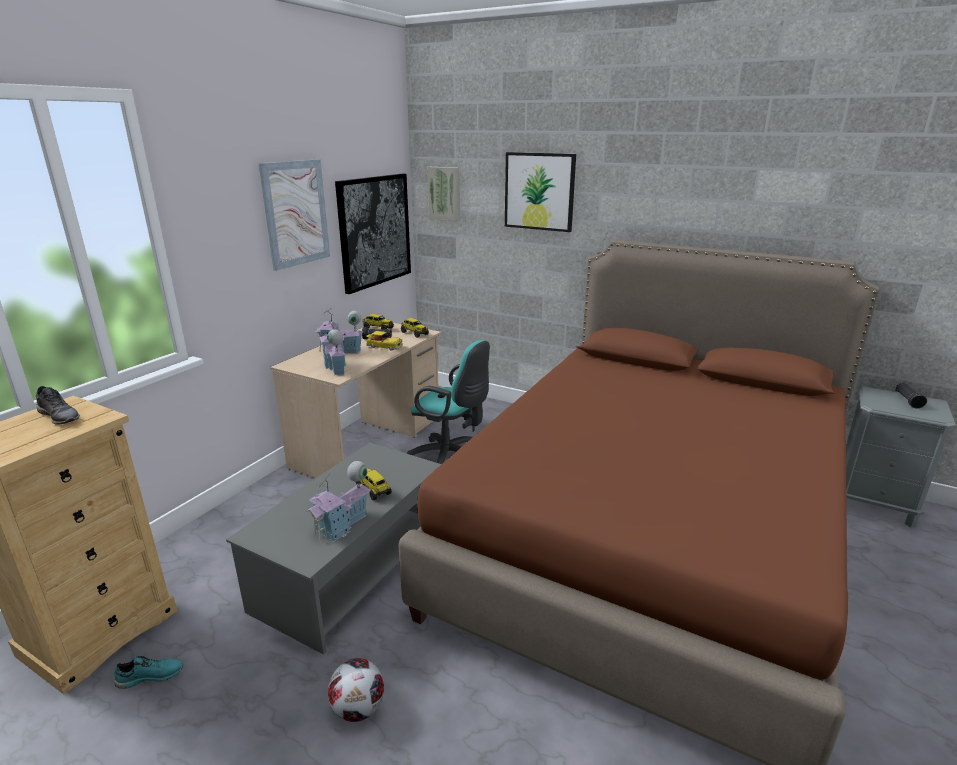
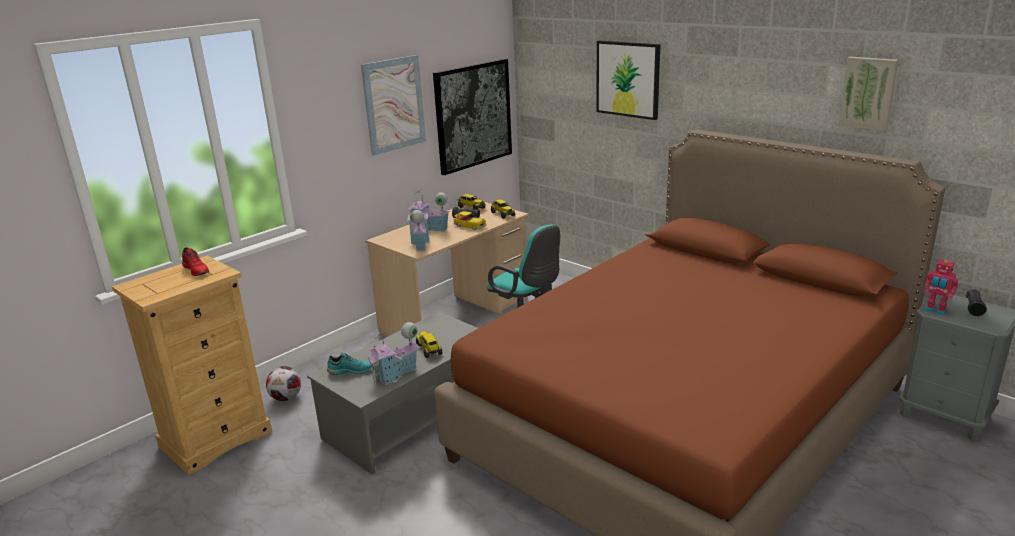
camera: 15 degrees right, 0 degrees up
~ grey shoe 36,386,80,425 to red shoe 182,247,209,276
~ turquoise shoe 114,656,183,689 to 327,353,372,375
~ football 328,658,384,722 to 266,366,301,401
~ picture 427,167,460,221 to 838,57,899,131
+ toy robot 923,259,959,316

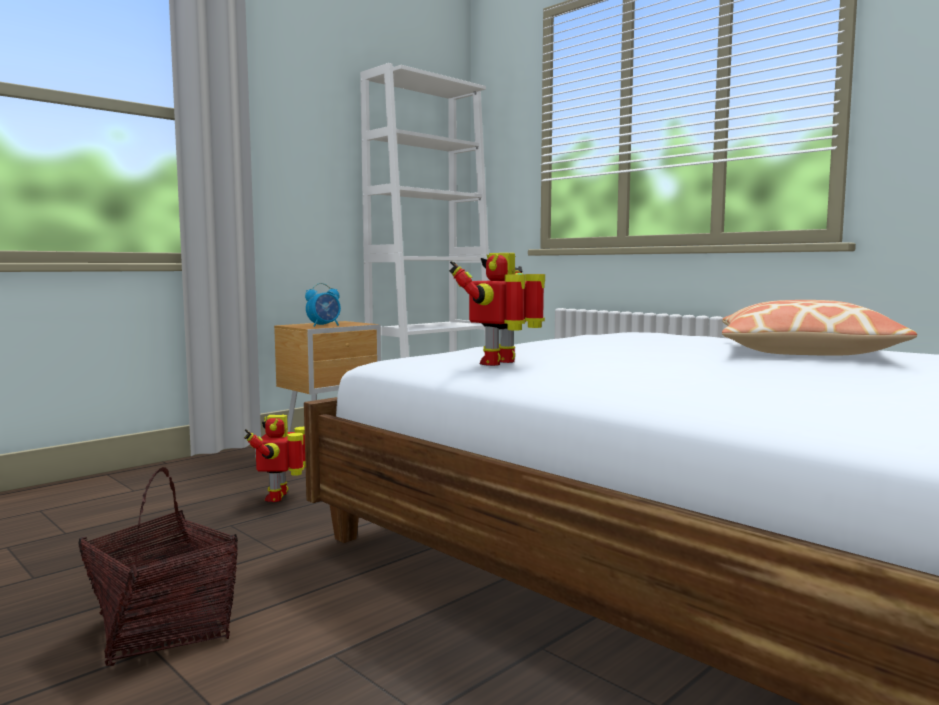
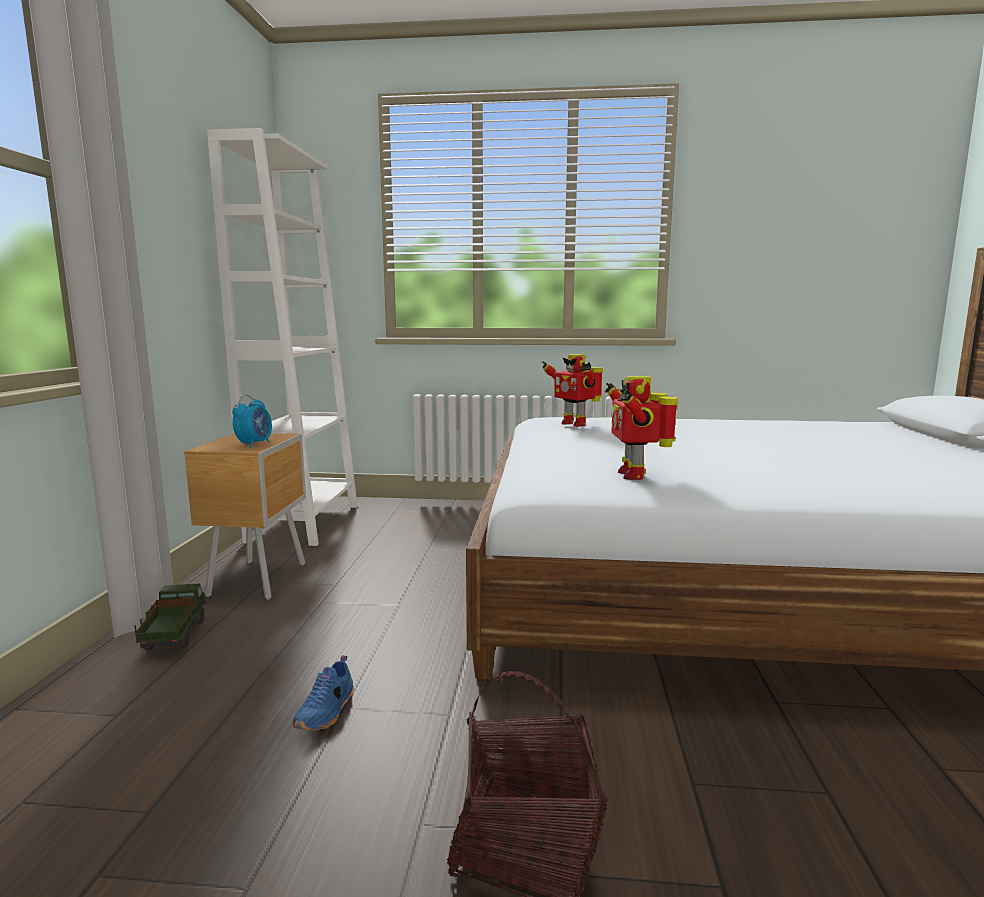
camera: 40 degrees left, 5 degrees up
~ toy robot 244,414,306,502 to 542,354,603,427
- pillow 722,300,917,356
+ toy truck 134,584,206,650
+ blue shoe 293,655,354,731

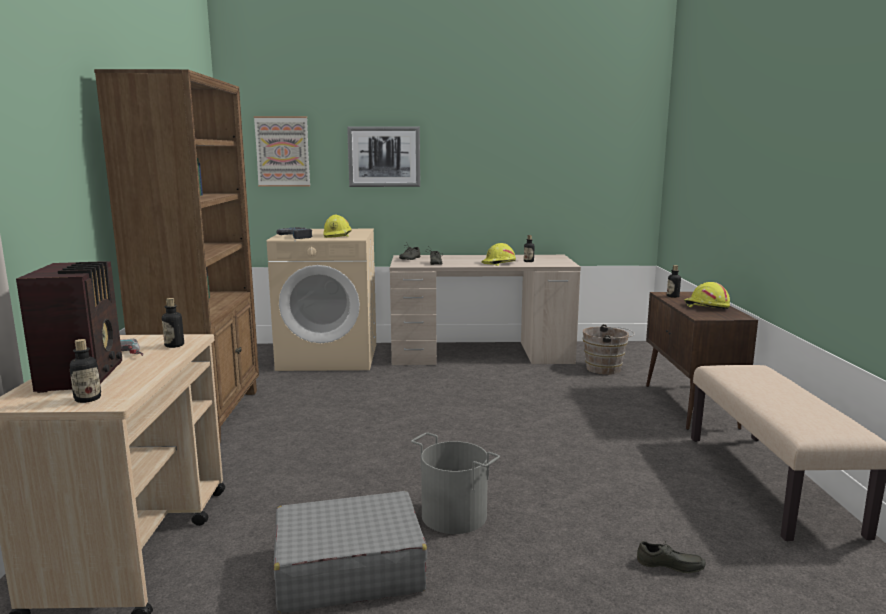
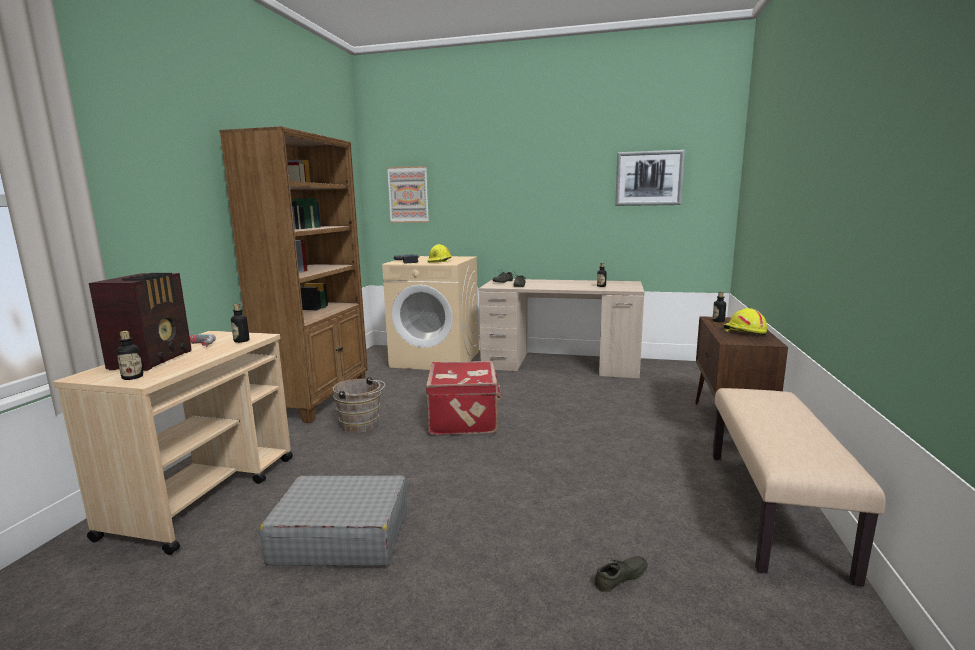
camera: 15 degrees right, 0 degrees up
~ picture 347,126,420,187 to 615,150,685,206
- grey bucket 411,432,500,534
- yellow hard hat 482,243,516,266
~ brown bucket 583,324,635,375 to 333,377,385,433
~ grey shoe 637,541,706,573 = 595,556,648,592 60 degrees counterclockwise
+ red suitcase 426,361,501,435

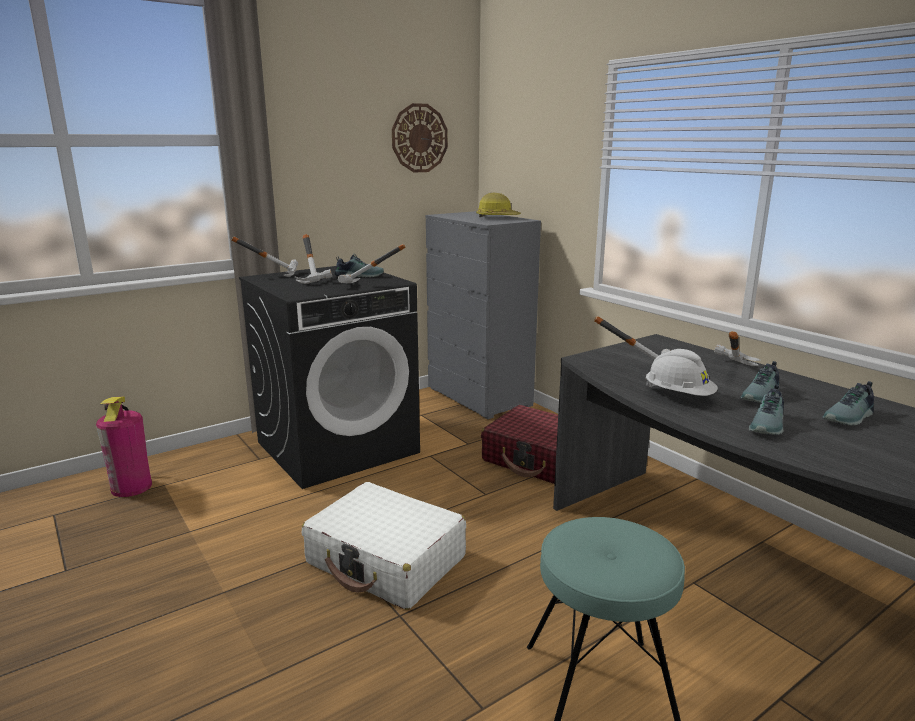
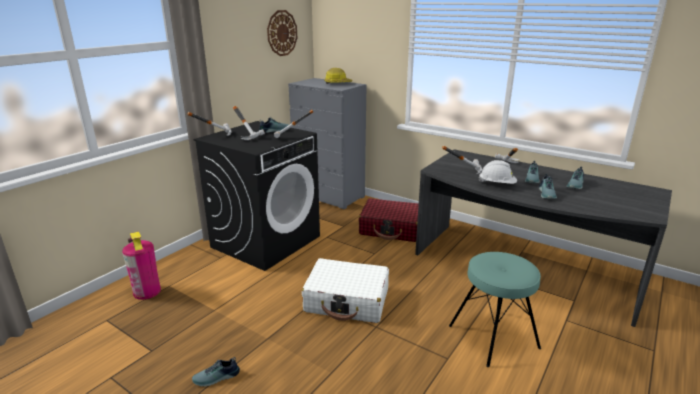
camera: 20 degrees left, 5 degrees up
+ shoe 192,357,240,387

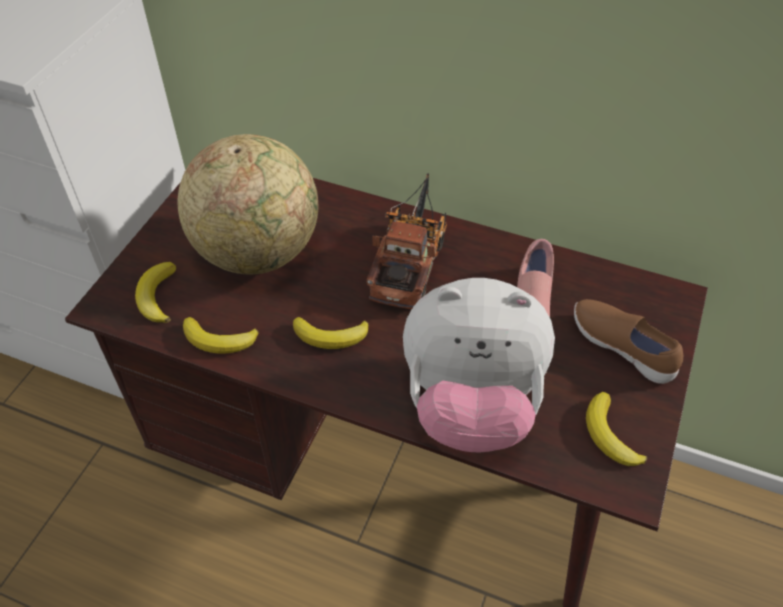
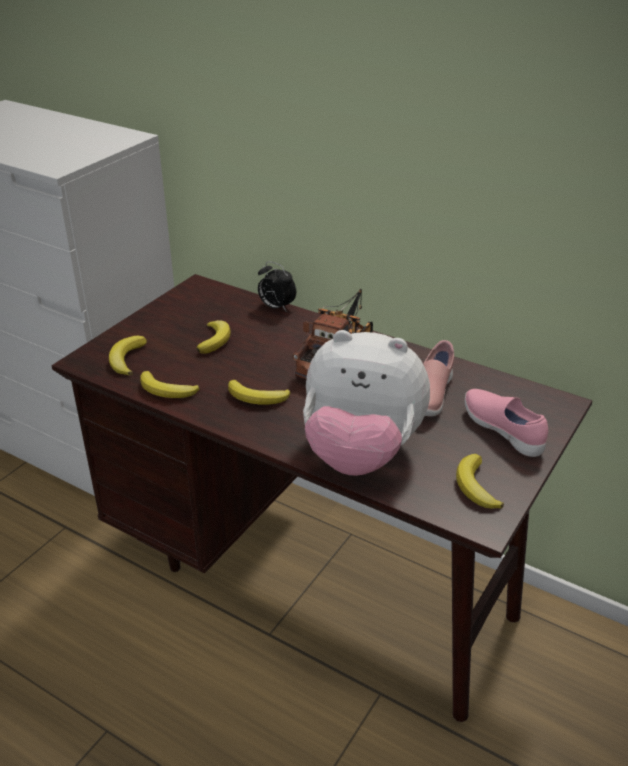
camera: 10 degrees right, 15 degrees down
~ globe 177,134,319,275 to banana 196,320,230,354
~ brown shoe 574,299,683,384 to pink shoe 465,389,548,457
+ alarm clock 258,261,296,312

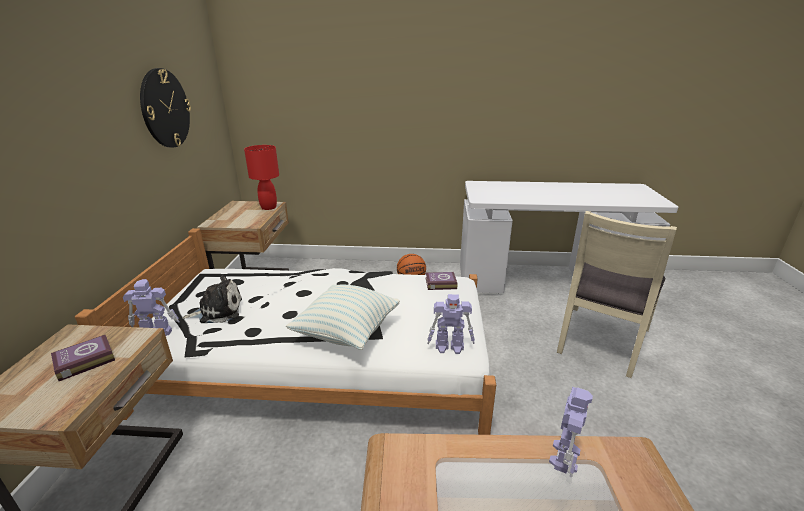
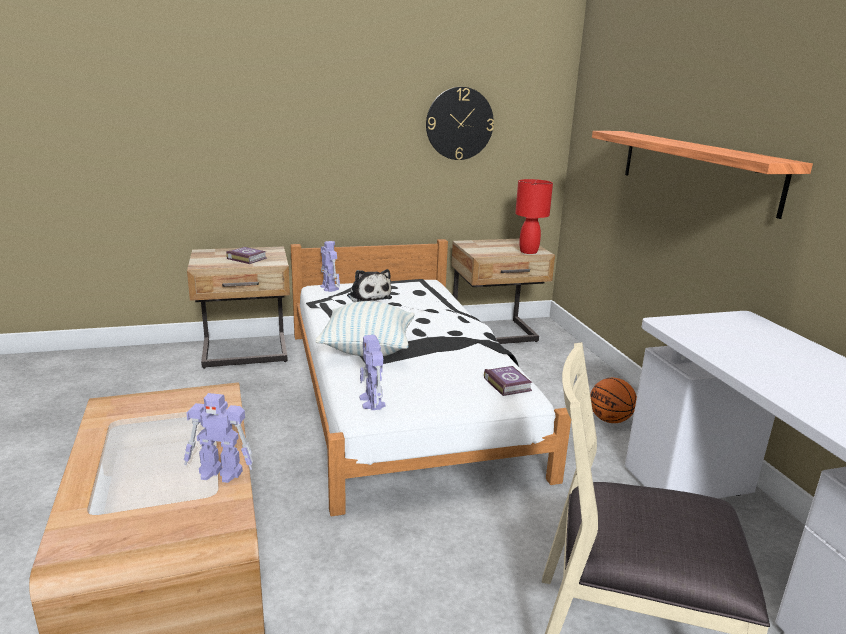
camera: 70 degrees right, 5 degrees down
+ shelf 592,131,813,219

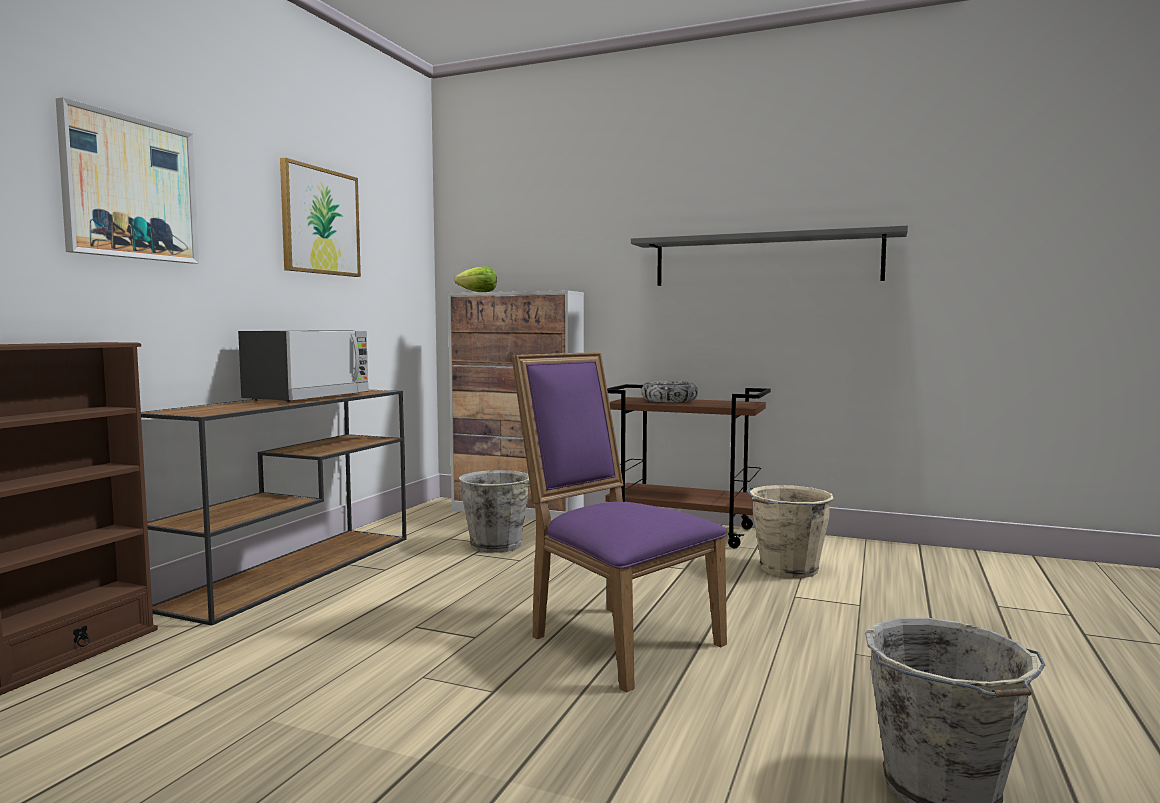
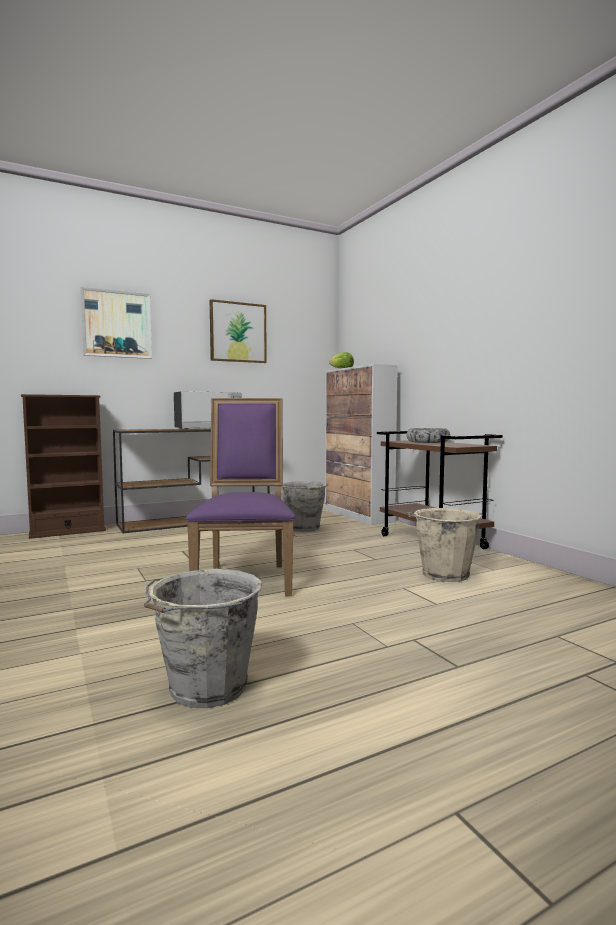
camera: 40 degrees right, 0 degrees up
- grey shelf 631,225,908,286

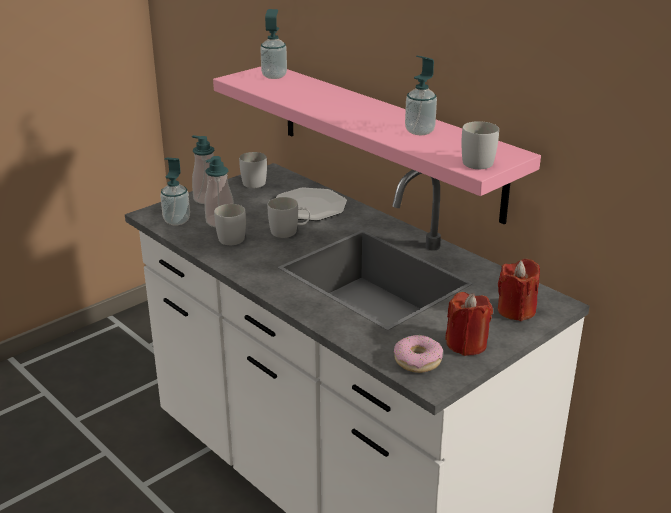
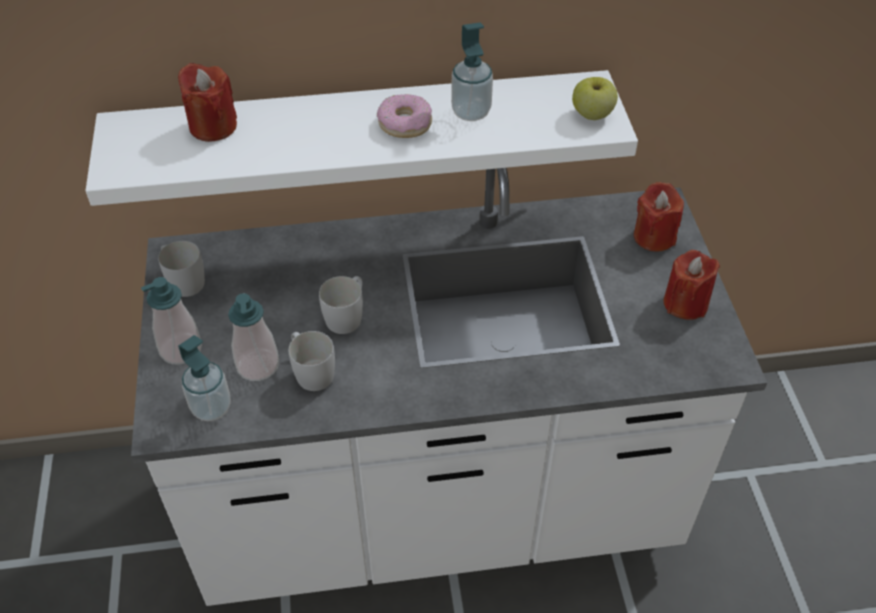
camera: 55 degrees left, 20 degrees up
~ pink shelf 213,67,541,225 to white shelf 85,70,638,206
- soap dispenser 260,9,287,79
- plate 276,187,347,221
~ donut 394,335,443,373 to 377,94,432,138
~ white mug 462,121,499,169 to apple 572,77,618,120
+ red candle 178,63,237,142

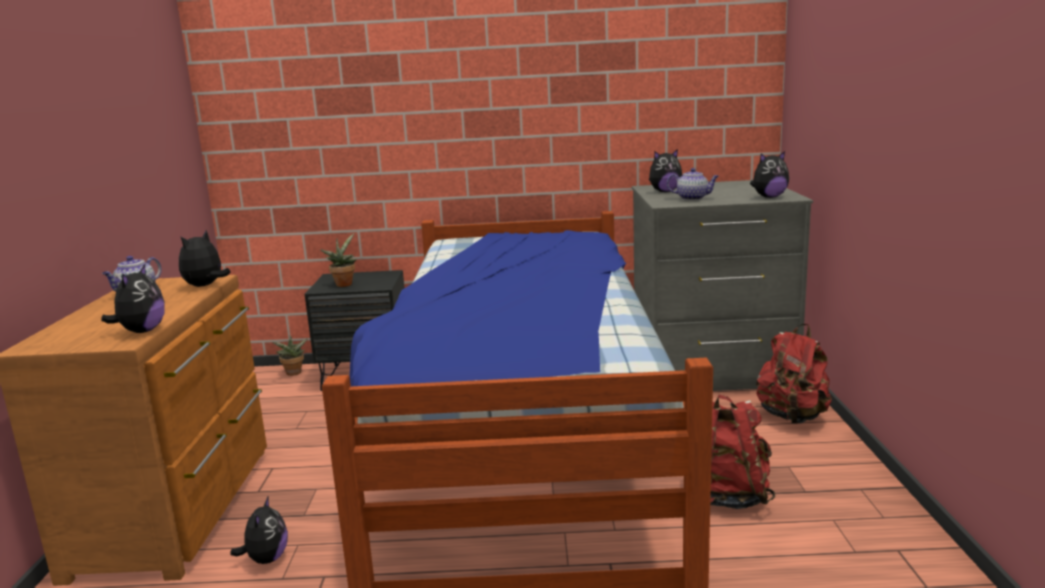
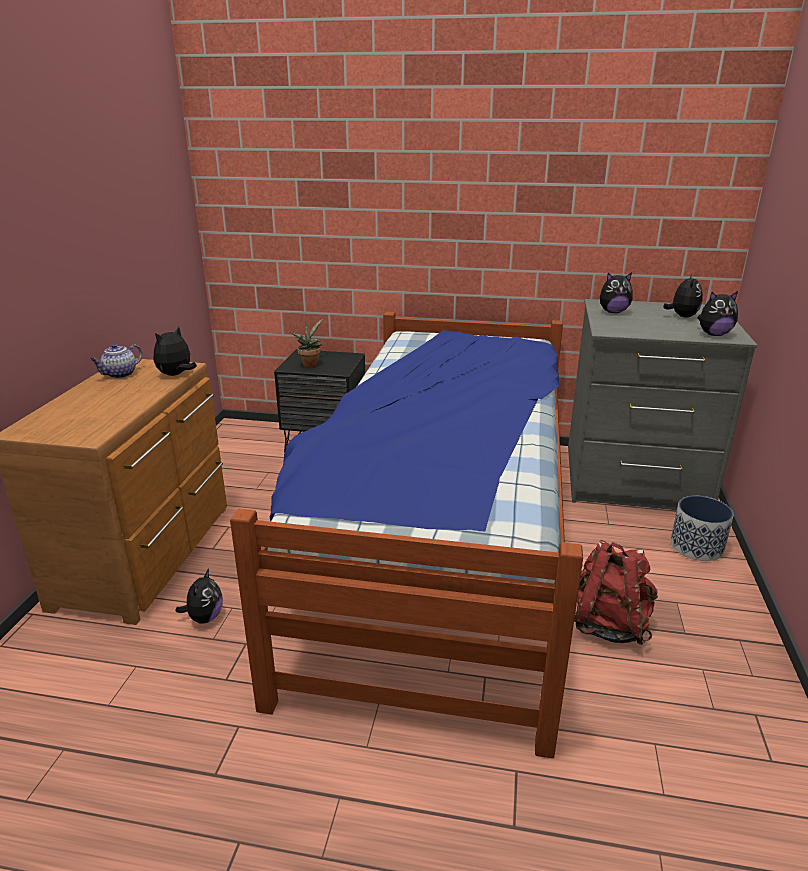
camera: 10 degrees right, 10 degrees up
~ plush toy 101,264,165,333 to 663,274,703,317
- potted plant 272,335,308,376
- teapot 667,168,719,200
~ red backpack 756,324,832,424 to planter 671,496,734,561

